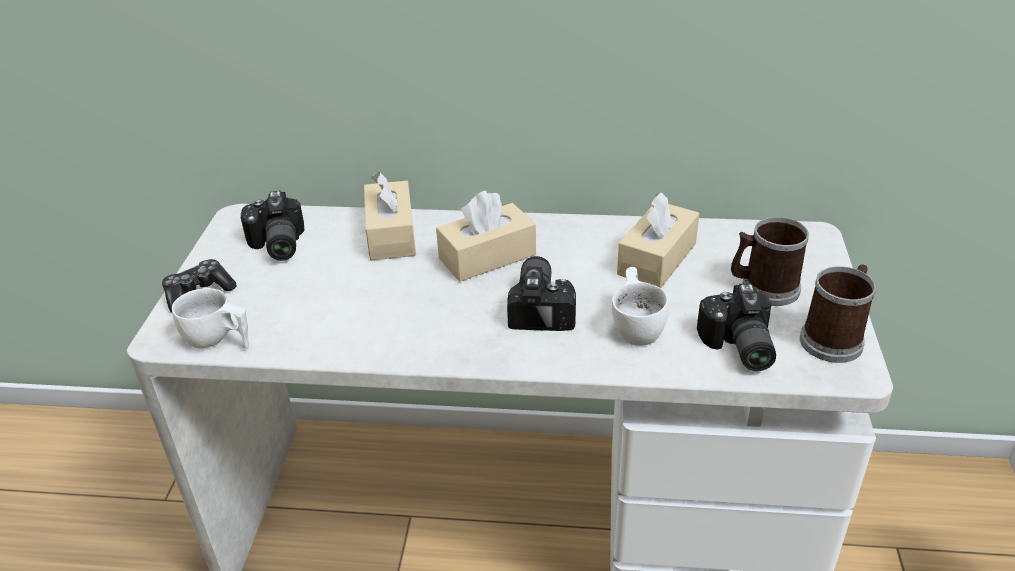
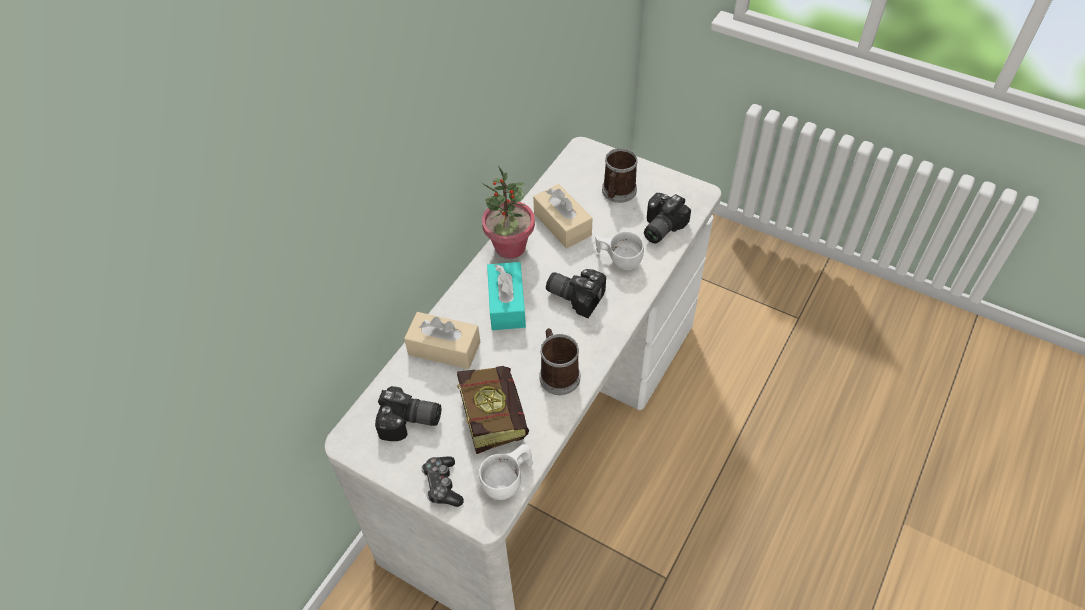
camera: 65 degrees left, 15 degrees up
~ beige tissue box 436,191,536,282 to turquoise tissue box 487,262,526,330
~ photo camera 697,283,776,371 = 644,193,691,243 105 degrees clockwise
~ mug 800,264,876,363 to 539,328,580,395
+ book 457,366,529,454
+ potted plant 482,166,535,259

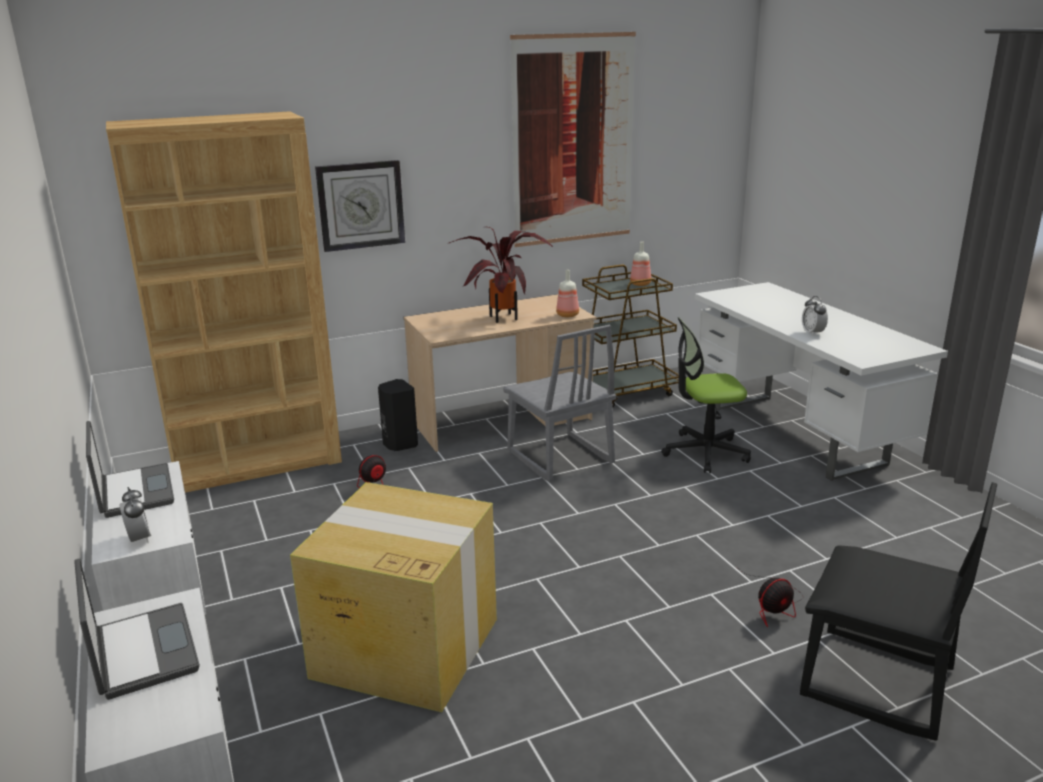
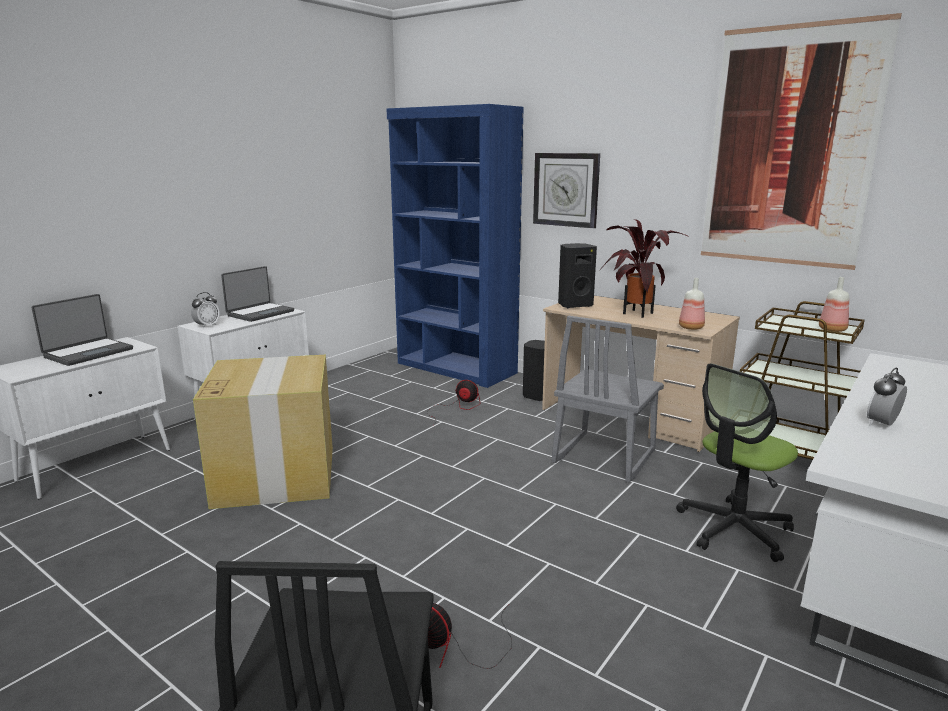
camera: 60 degrees right, 5 degrees down
~ brown bookcase 106,111,342,493 to blue bookcase 386,104,524,388
~ office chair 661,317,751,473 = 676,363,798,562 90 degrees counterclockwise
+ black speaker 558,243,597,308

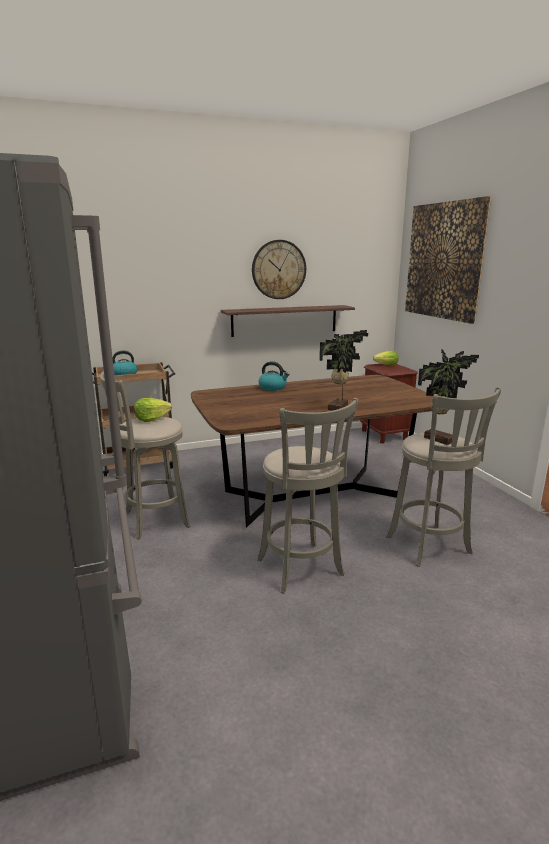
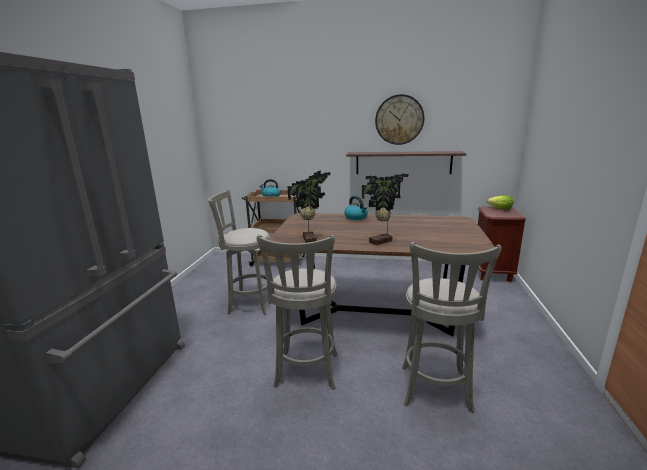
camera: 30 degrees right, 0 degrees up
- lettuce 134,398,172,422
- picture 405,196,491,324
~ potted plant 418,350,479,445 to 287,170,330,243

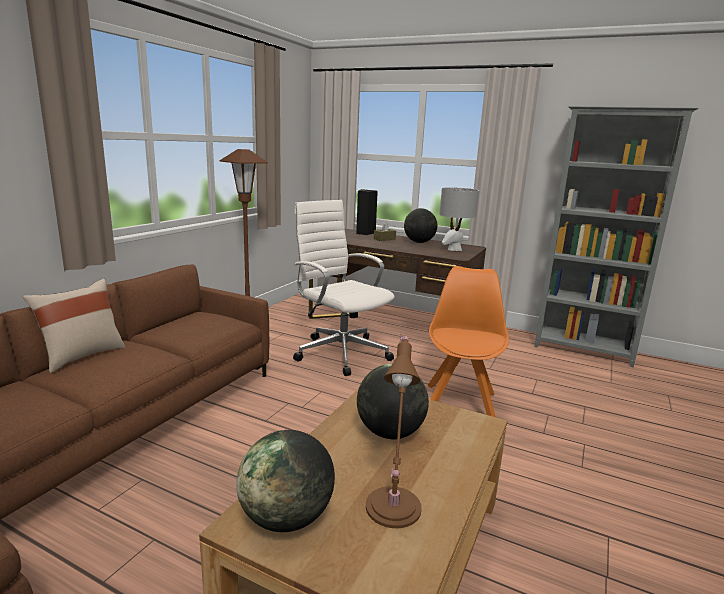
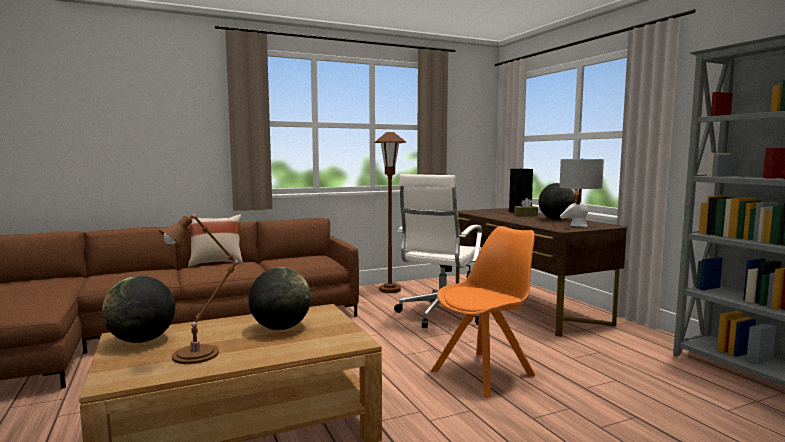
camera: 40 degrees right, 10 degrees down
~ white office chair 293,200,395,376 = 394,174,482,328 150 degrees counterclockwise

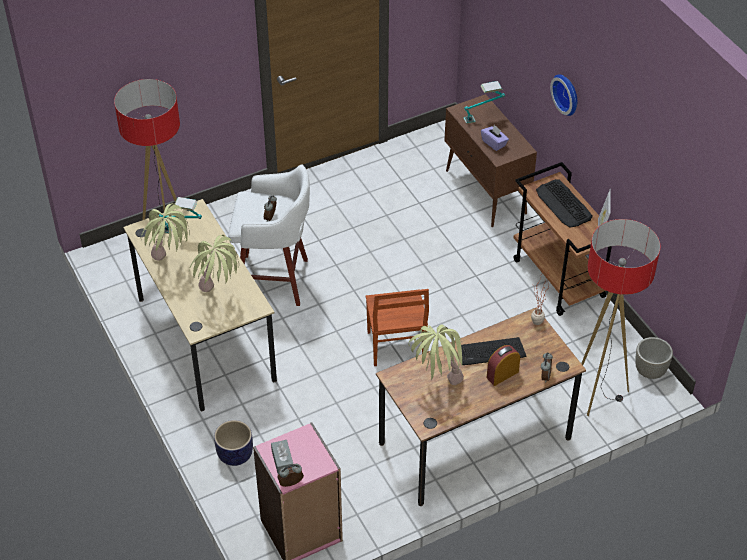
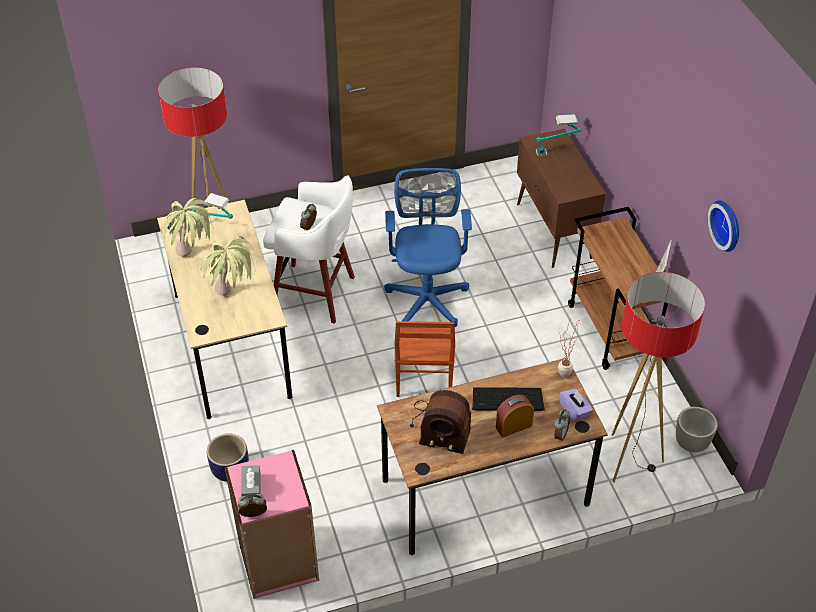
camera: 10 degrees right, 0 degrees up
~ potted plant 408,324,466,385 to radio 410,390,471,454
~ purple tissue box 481,125,509,151 to 559,388,593,423
- keyboard 536,179,593,228
~ wall clock 550,74,577,116 to 708,200,739,252
+ blue office chair 384,168,472,327

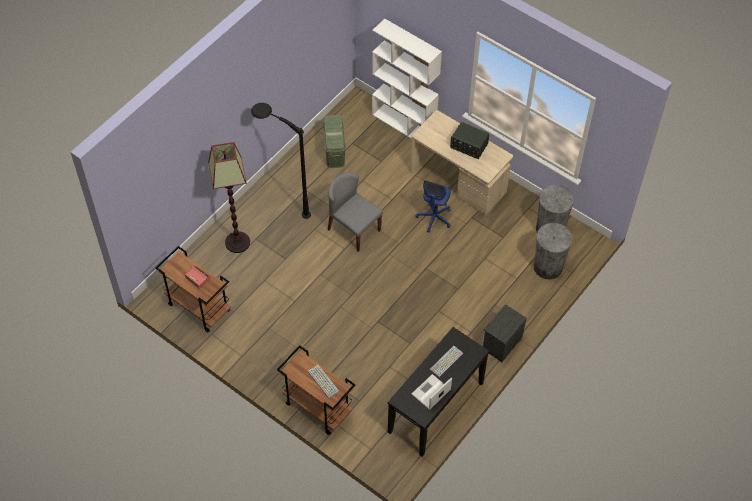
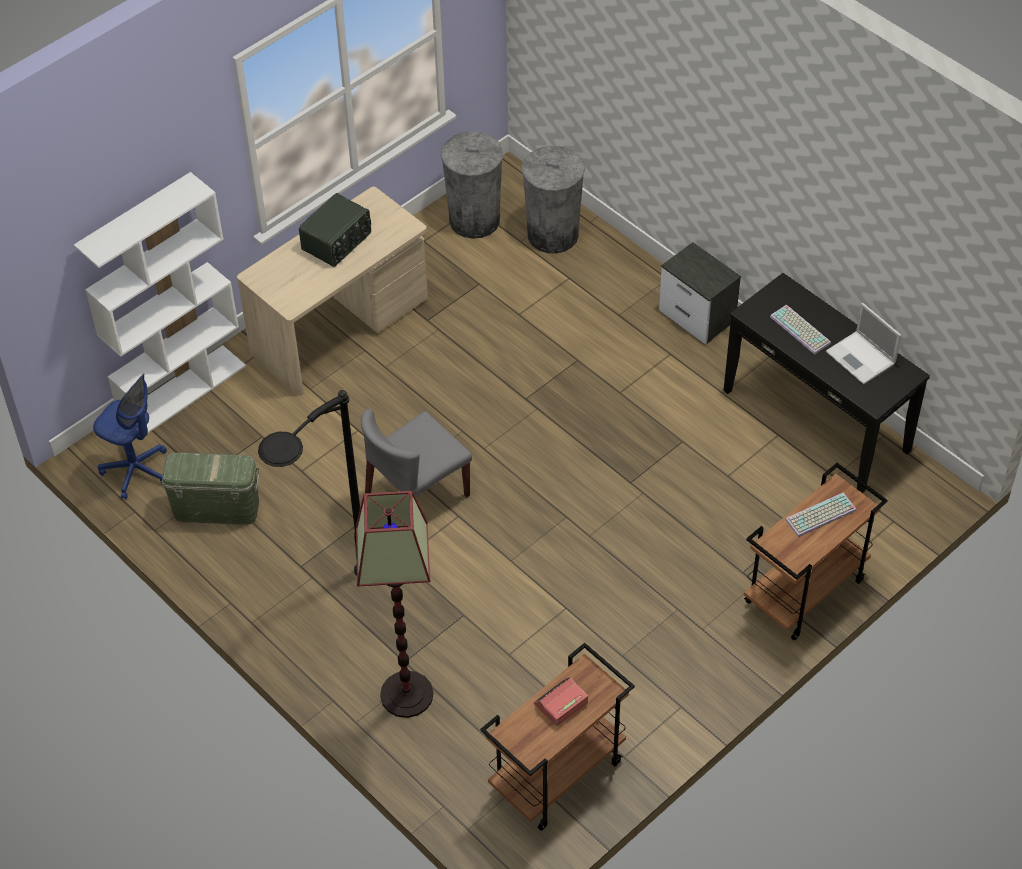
camera: 80 degrees left, 5 degrees down
~ blue office chair 416,180,451,233 to 93,374,167,499

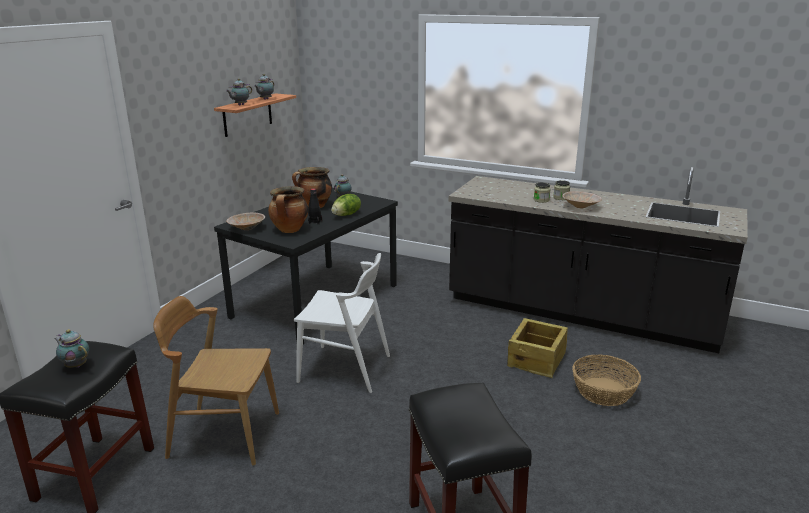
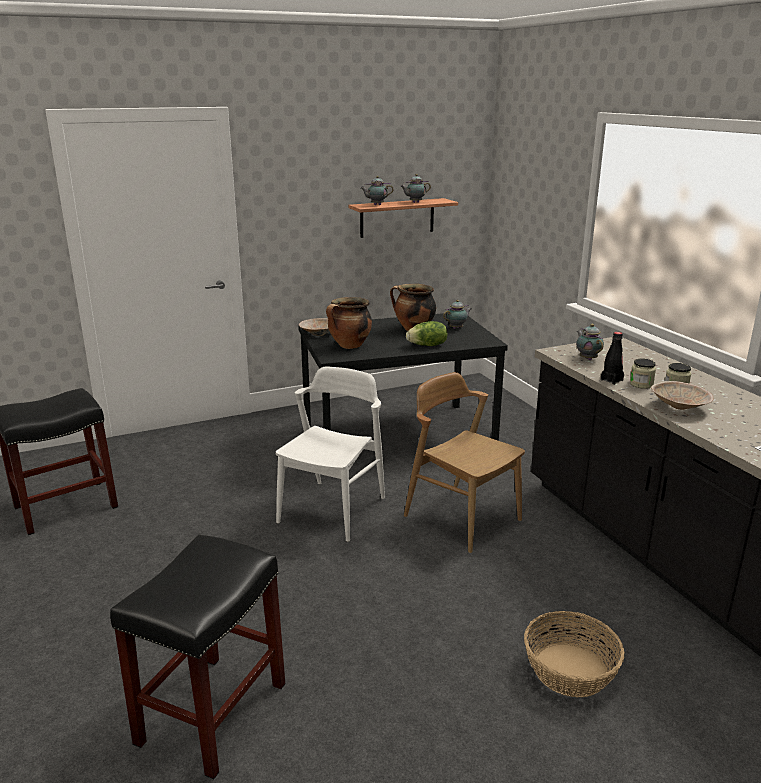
camera: 40 degrees right, 0 degrees up
~ teapot 55,329,89,368 to 576,324,604,360
~ brown chair 153,296,279,466 to 404,372,525,553
~ white chair 294,253,390,393 = 276,367,385,542 120 degrees counterclockwise
~ black bottle 308,188,322,225 to 601,332,624,385
- crate 507,318,568,378

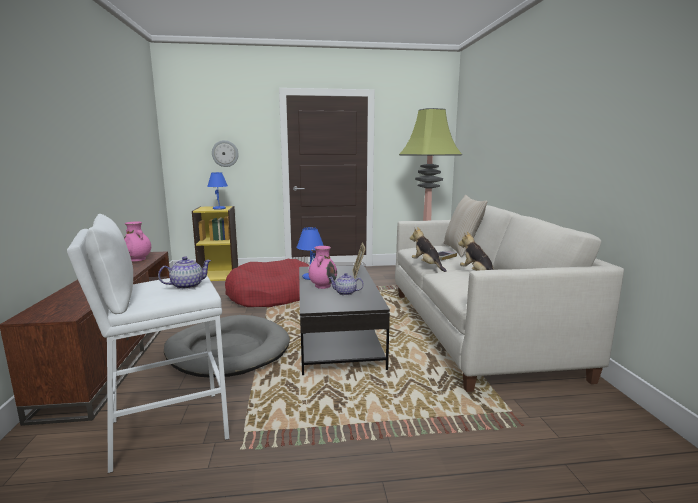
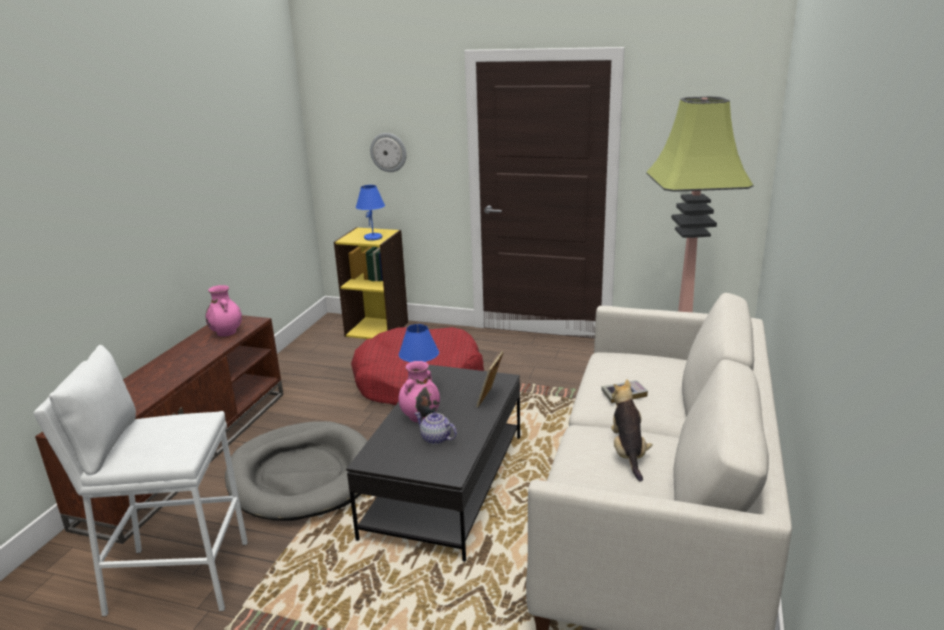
camera: 25 degrees right, 10 degrees up
- teapot 158,256,212,289
- plush toy 410,227,447,272
- beige pillow 444,195,488,257

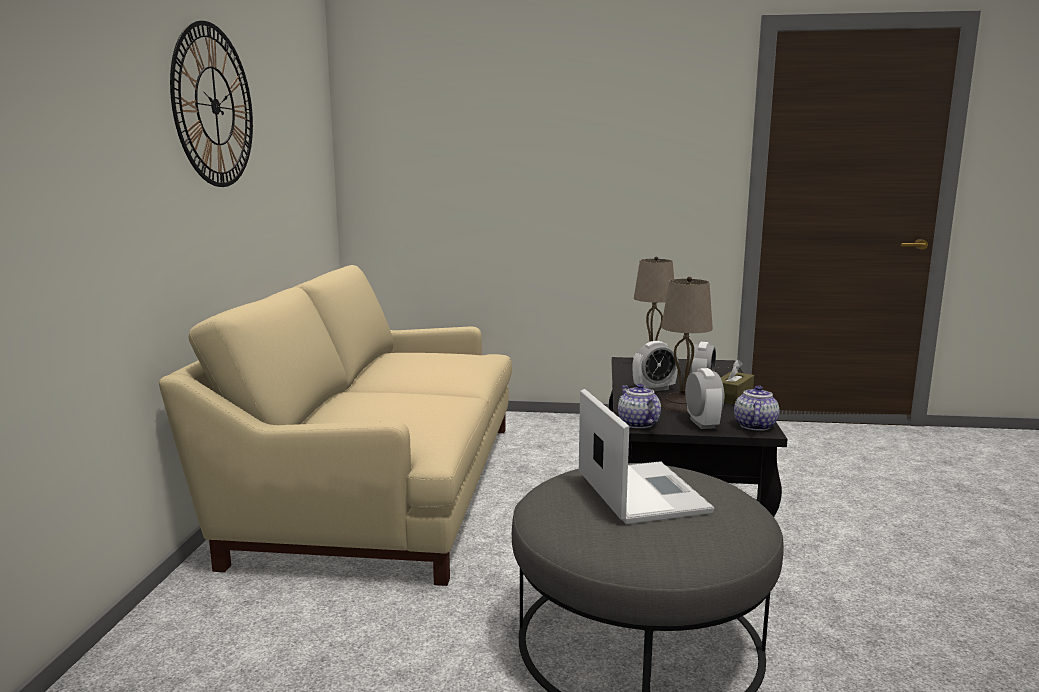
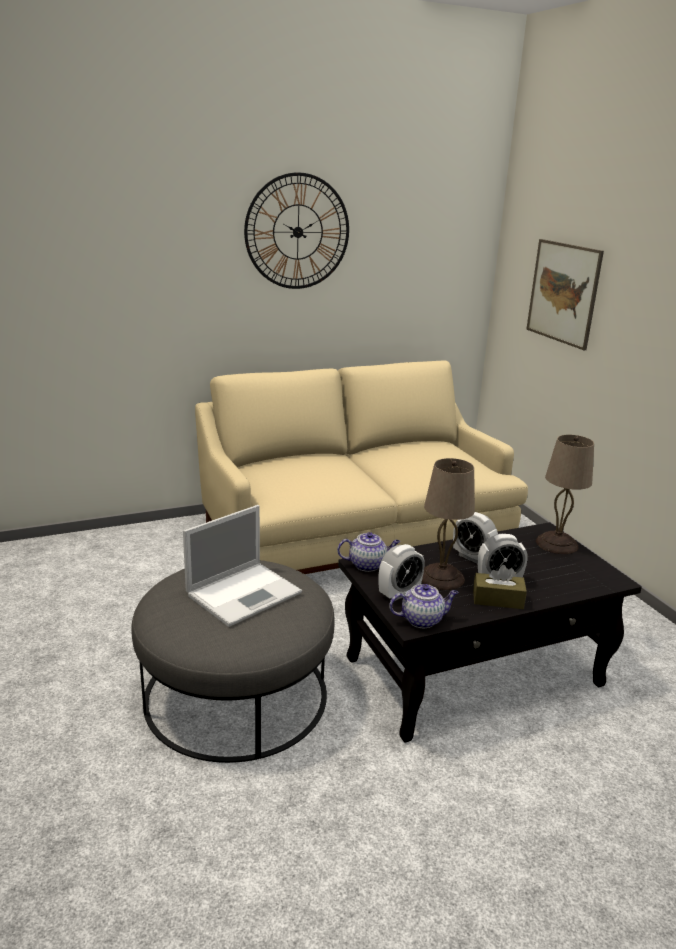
camera: 60 degrees right, 10 degrees up
~ teapot 618,383,661,428 = 337,532,400,572 45 degrees clockwise
+ picture 526,239,604,350

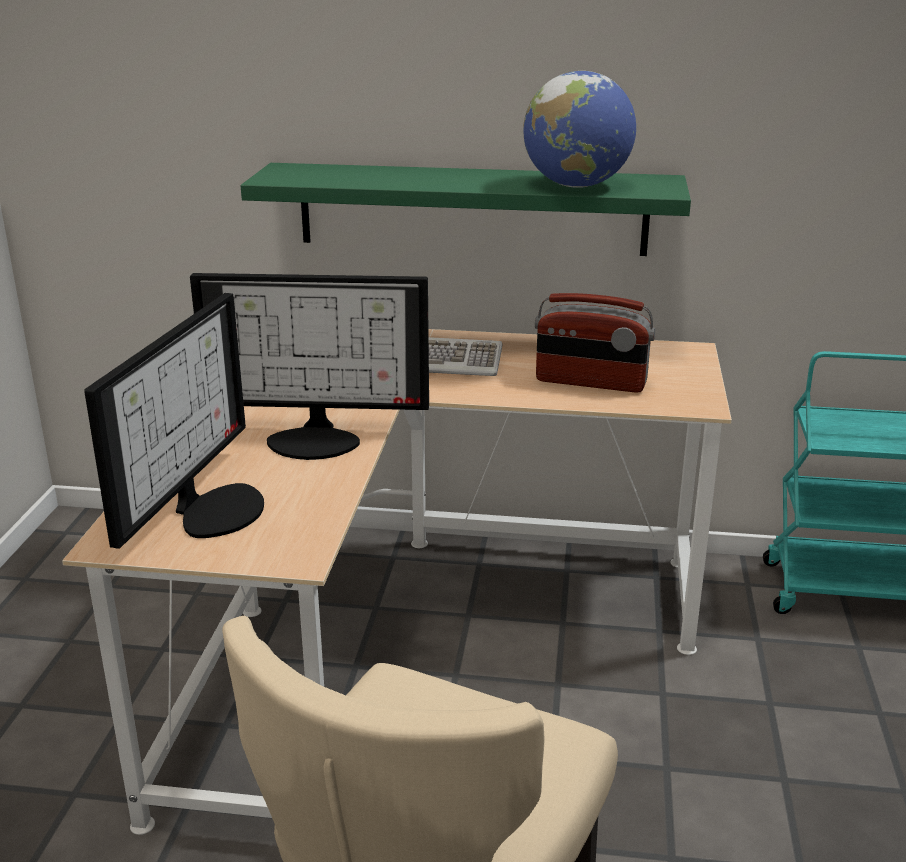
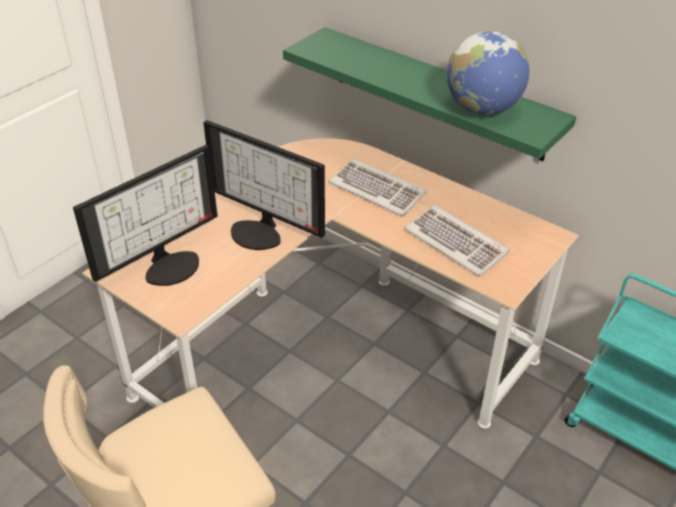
camera: 30 degrees right, 15 degrees up
~ radio 535,293,655,393 to keyboard 404,205,509,277

